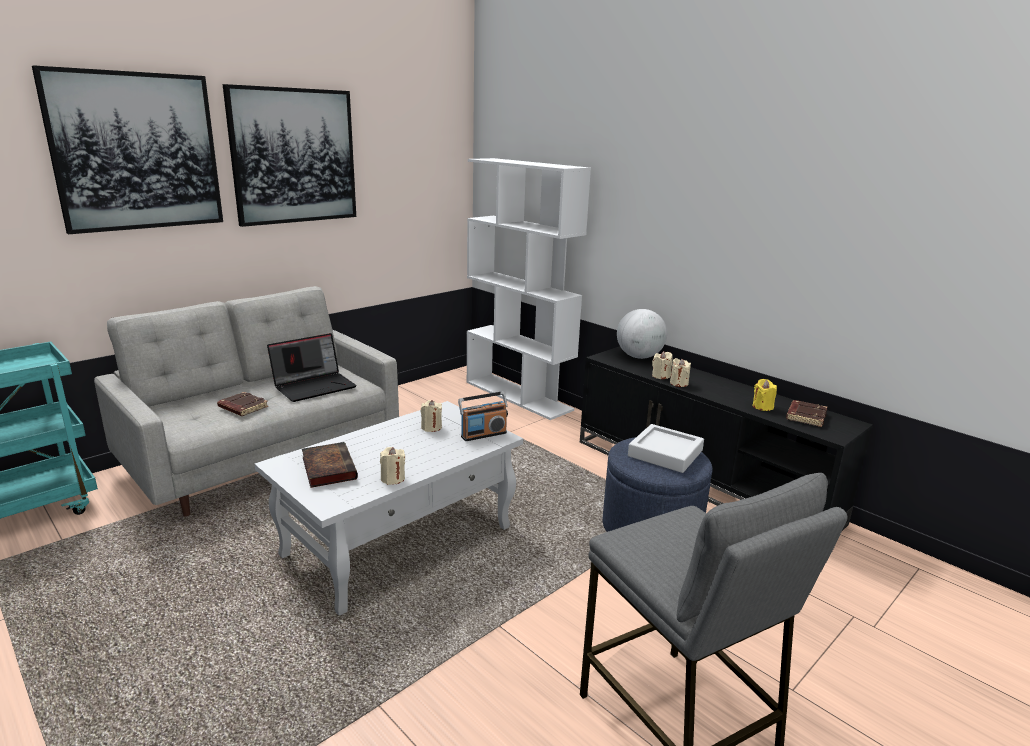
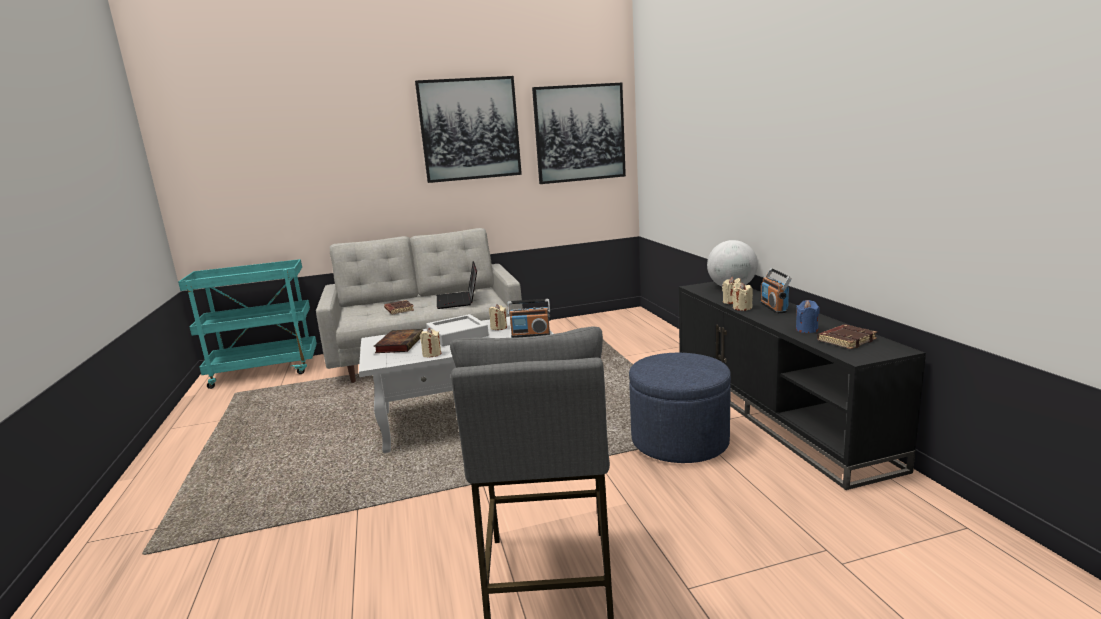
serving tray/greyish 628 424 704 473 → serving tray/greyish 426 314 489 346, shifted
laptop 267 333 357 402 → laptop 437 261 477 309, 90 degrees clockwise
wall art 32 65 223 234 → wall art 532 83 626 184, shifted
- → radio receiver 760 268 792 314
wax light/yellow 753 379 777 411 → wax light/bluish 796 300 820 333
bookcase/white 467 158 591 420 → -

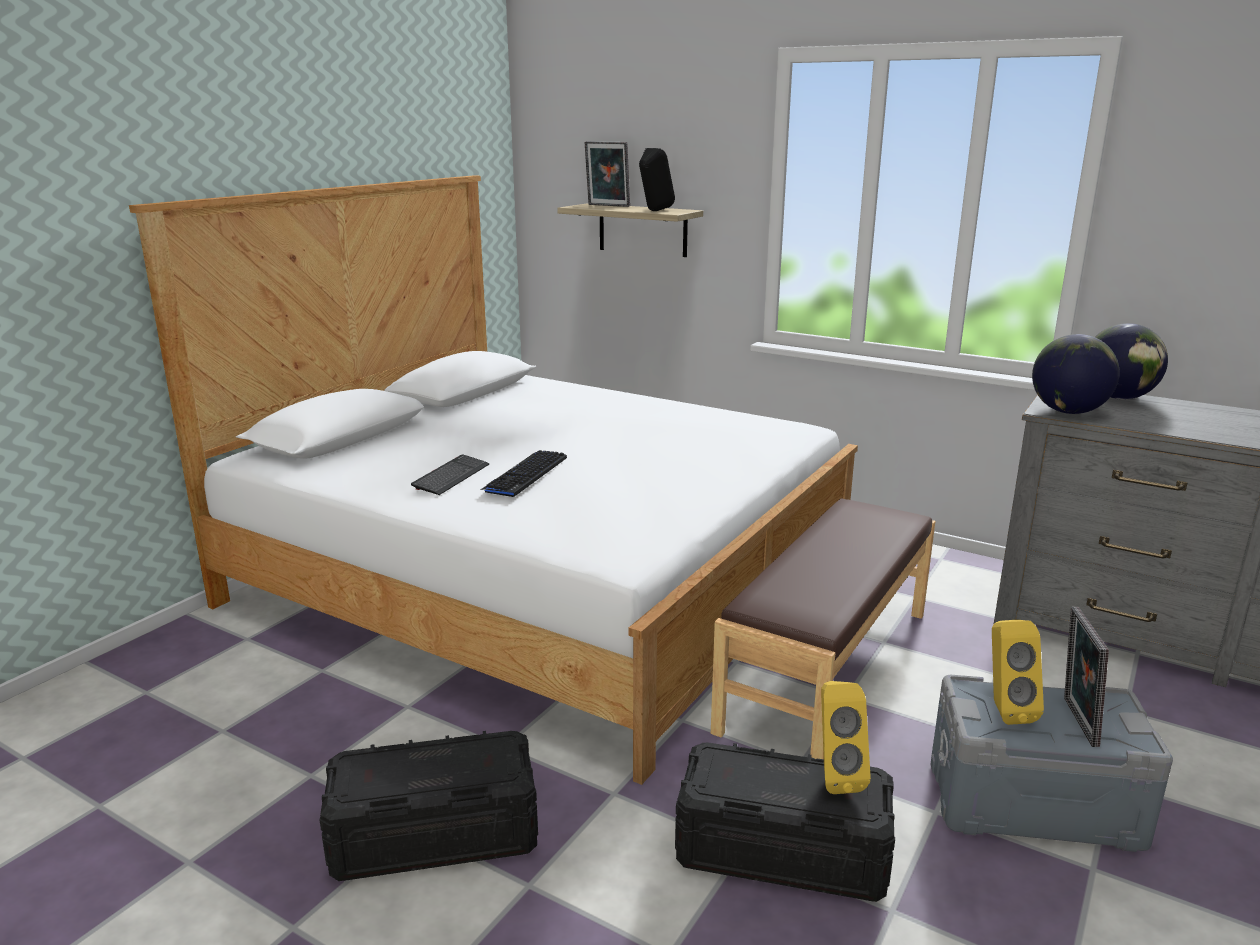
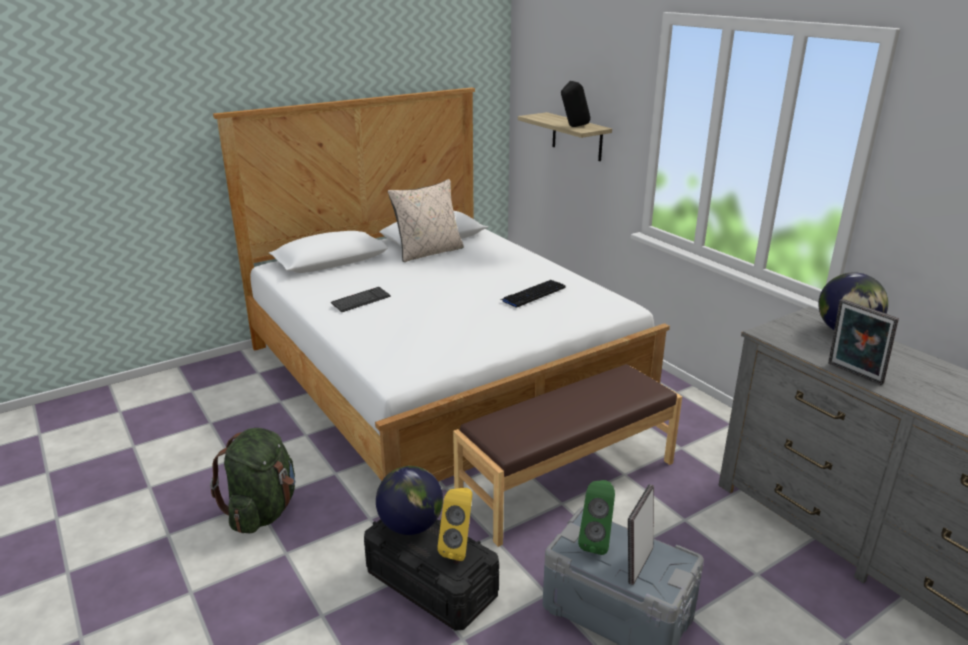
storage bin/black 320 731 538 881 → backpack/green-coloured 210 428 296 533
globe 1032 334 1120 414 → globe 376 466 443 535, shifted
- → pillow/beige-coloured 388 179 464 262
PC keyboard 481 450 567 497 → PC keyboard 500 280 565 308, shifted
audio speaker/yellow 992 620 1044 725 → audio speaker/green-coloured 578 480 615 555
picture frame 585 141 630 207 → picture frame 828 299 899 385, shifted

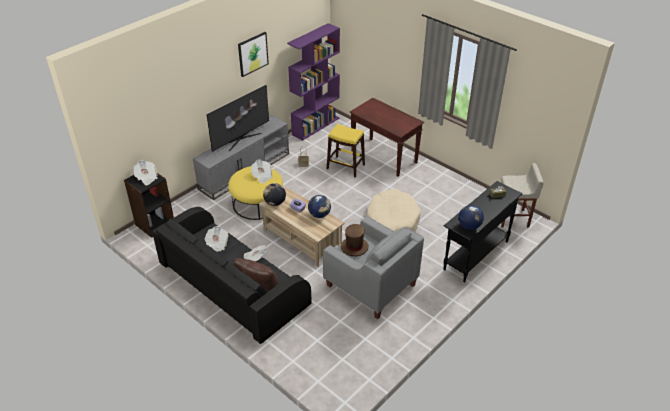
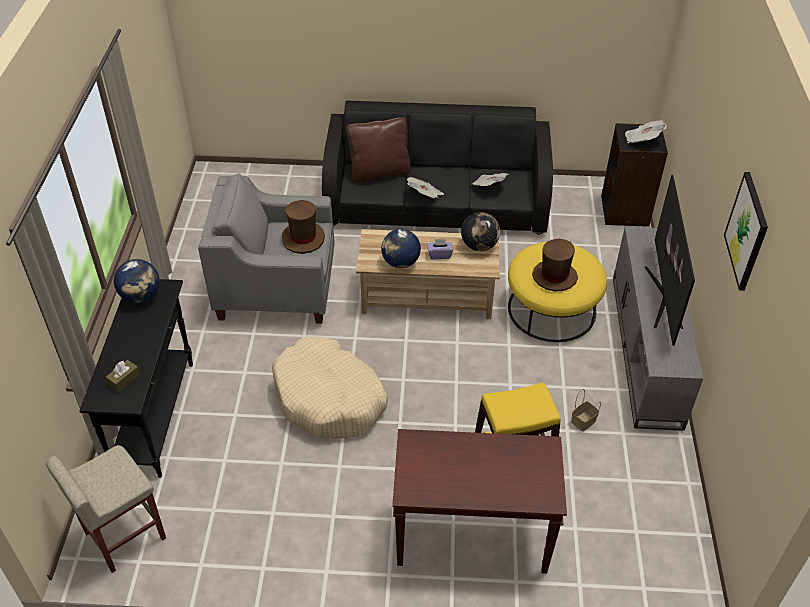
printed paper 251 159 273 184 → hat/brown-coloured 532 238 578 291
bookcase/purplish 287 23 340 141 → -

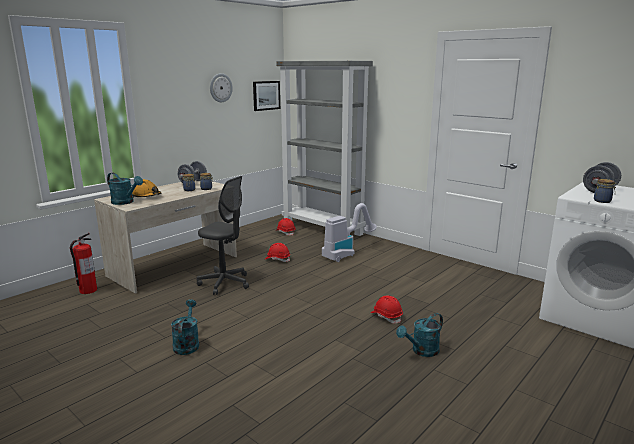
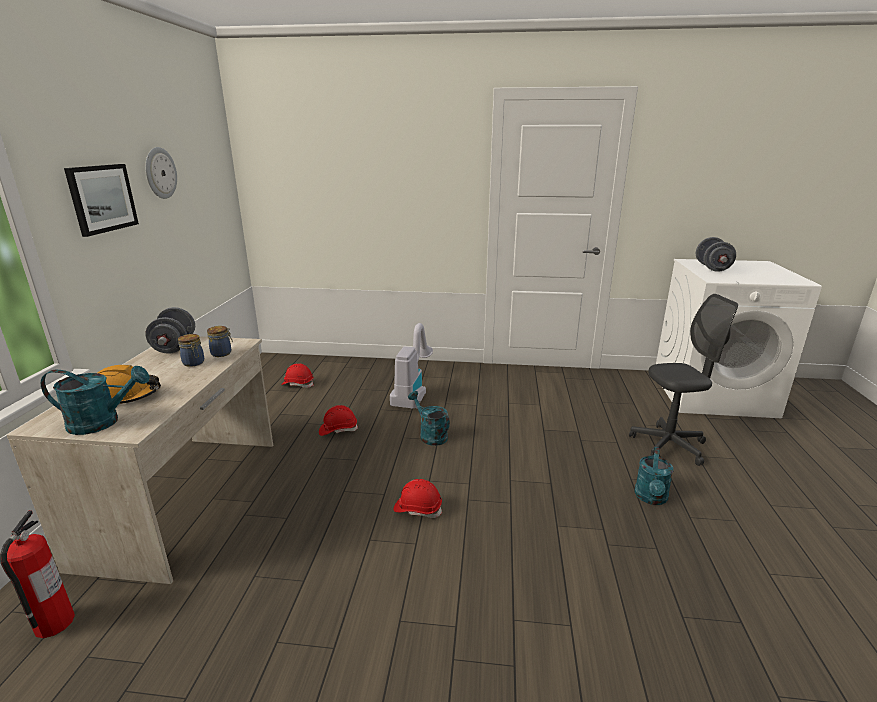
wall art 253 81 280 111 → wall art 64 164 139 237, shifted
safety helmet/red 371 295 403 323 → safety helmet/red 393 479 442 518, shifted
watering pot/turquoise 171 299 199 355 → watering pot/turquoise 408 391 450 446, shifted
desk chair/greyish 197 176 249 295 → desk chair/greyish 629 294 738 466, shifted
bookcase/greyish 276 61 373 236 → -
jar 594 179 617 203 → -

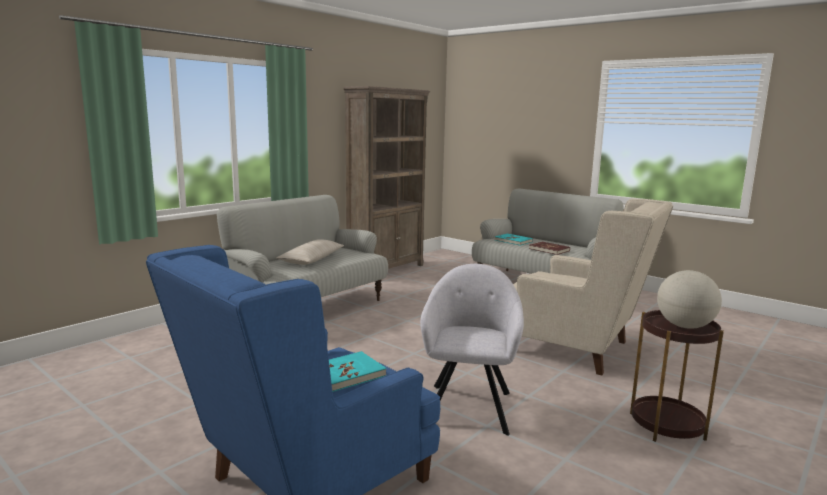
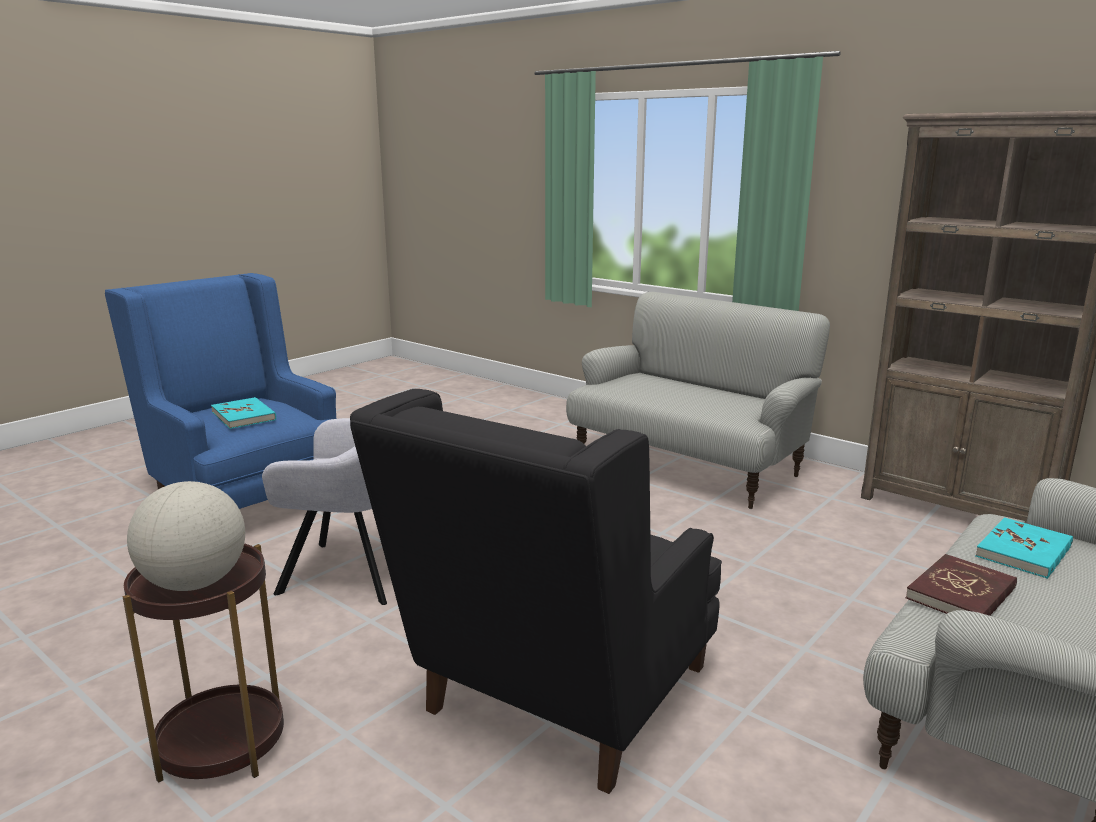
armchair/beige-coloured 513 198 673 376 → armchair/black 350 389 722 794
pillow/beige-coloured 276 239 344 265 → -

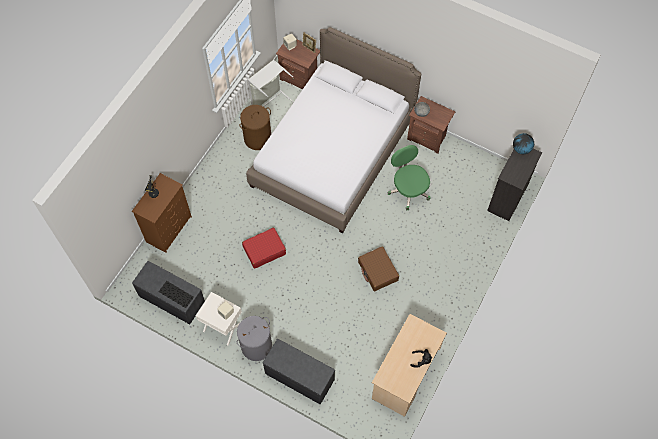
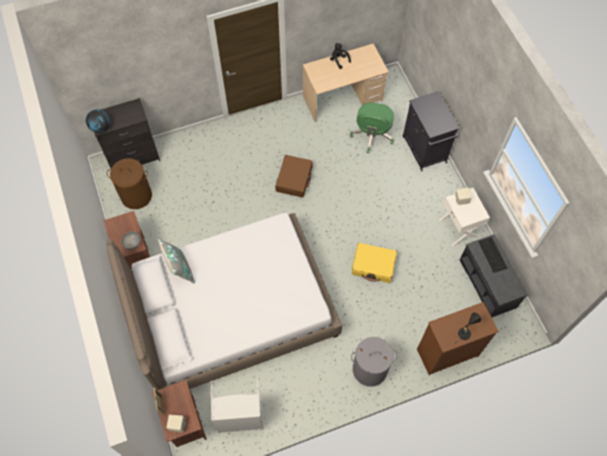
laundry basket/brown-coloured 239 105 271 150 → laundry basket/brown-coloured 107 158 152 209, shifted
- → pillow/greyish 158 238 195 283
desk chair/green-coloured 388 145 430 211 → desk chair/green-coloured 350 102 394 153, shifted
laundry basket/greyish 237 316 272 361 → laundry basket/greyish 351 337 398 387, shifted
travel case/red 242 228 286 269 → travel case/yellow 352 243 397 283
long seat/greyish 263 339 335 405 → storage cabinet/black 402 91 460 171

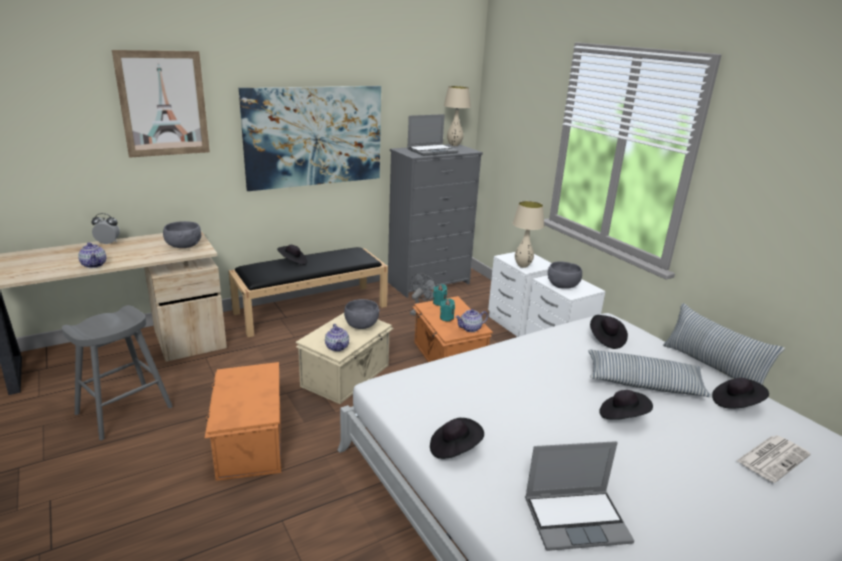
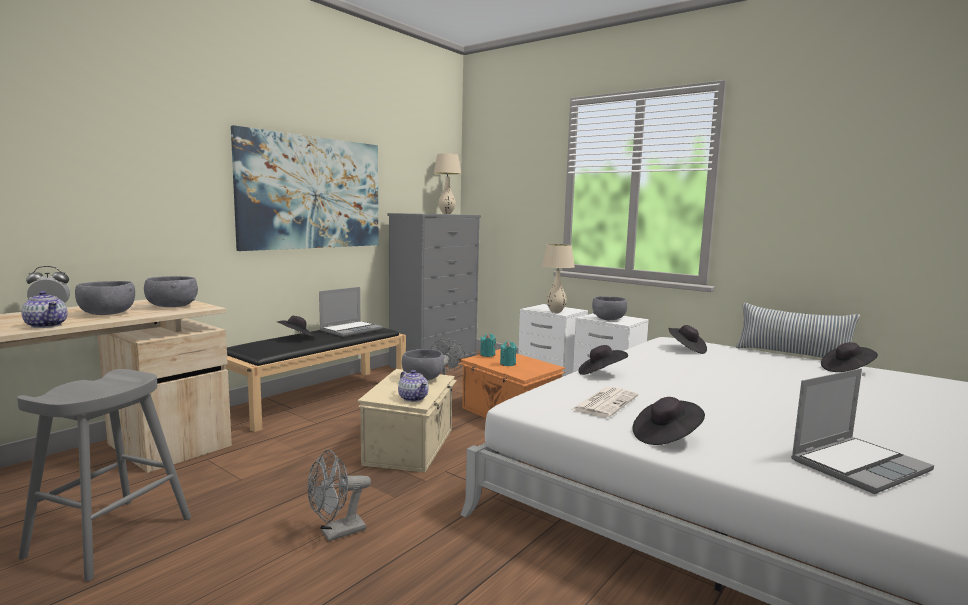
- → deep dish/greyish 75 281 135 315
storage bin/orangey 205 362 281 481 → cooling fan/greyish 308 450 371 542
laptop 407 114 458 156 → laptop 319 287 383 337, shifted
printed paper 736 435 811 483 → printed paper 571 387 638 418, shifted
hat/black 599 390 653 420 → hat/black 579 345 628 375, shifted
wall art 112 50 210 158 → -
teapot 455 309 488 332 → -
pillow 588 350 711 397 → -

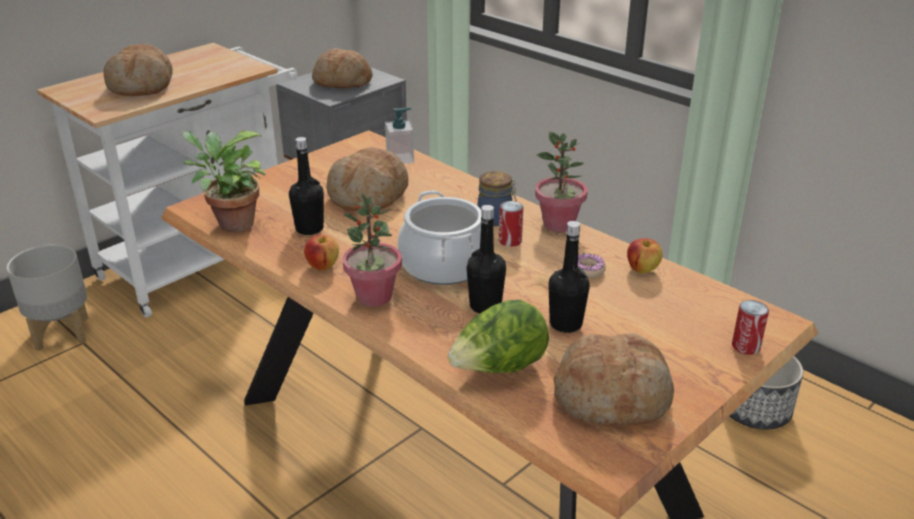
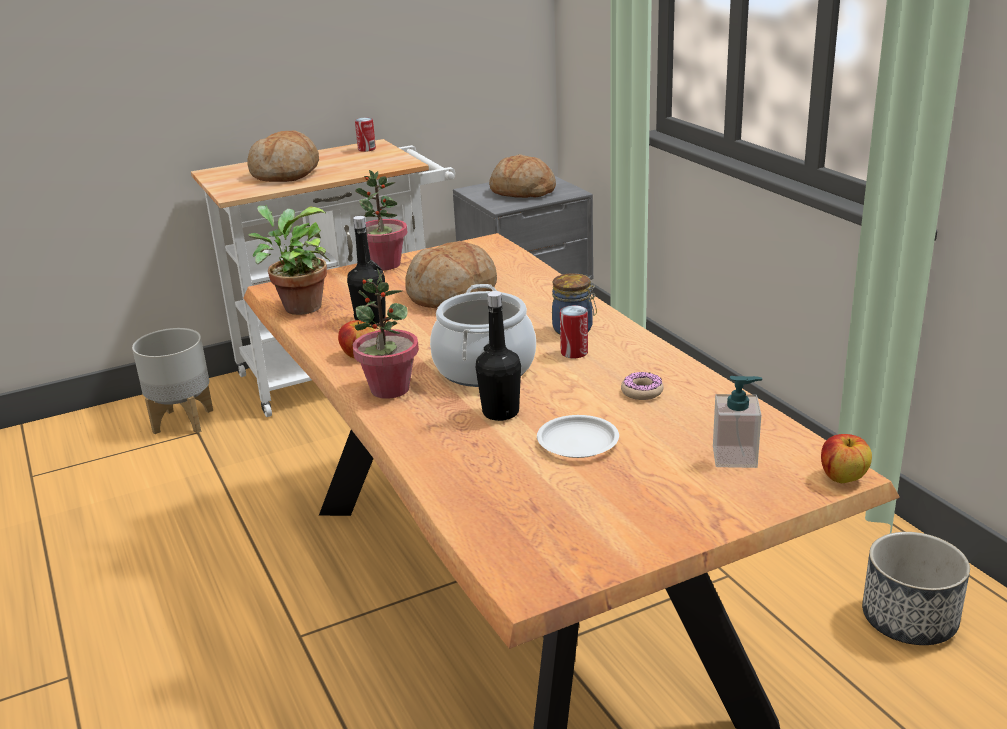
sealed can 732 300 769 355 → sealed can 355 117 376 152, shifted
plant in a pot 535 132 587 232 → plant in a pot 355 170 407 270, shifted
bottle/black 548 221 590 333 → plate/white 537 415 619 458
soap bottle 385 107 414 164 → soap bottle 713 376 762 468, shifted
apple 627 238 662 274 → apple 821 434 872 483, shifted
lettuce 448 300 549 373 → -
bread 553 333 674 426 → -

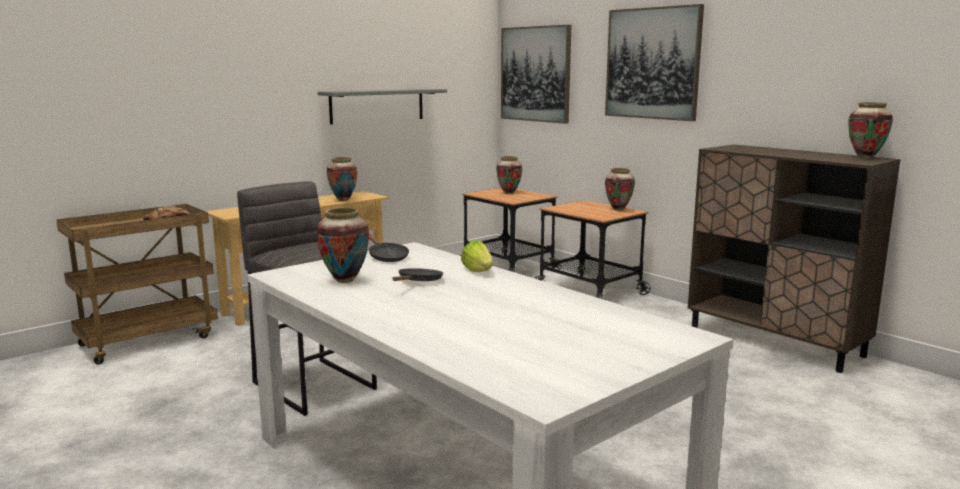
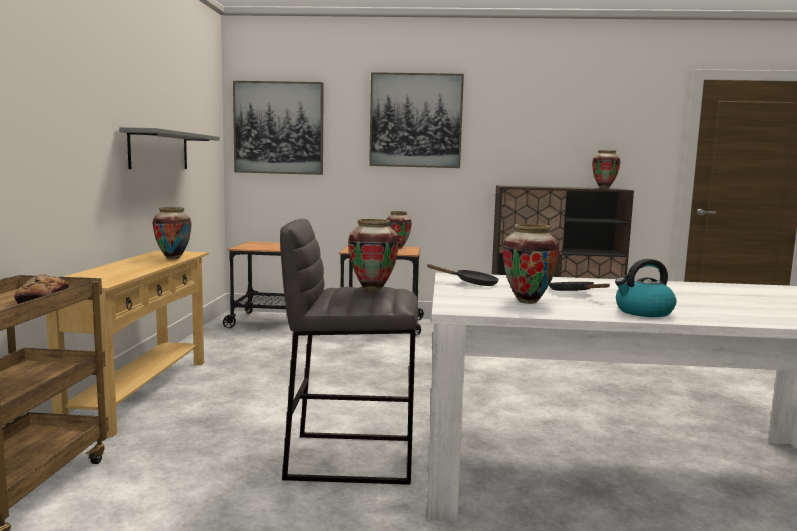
vase 496 156 522 194 → vase 348 219 399 291, shifted
- → kettle 615 259 676 317
lettuce 461 240 493 272 → -

